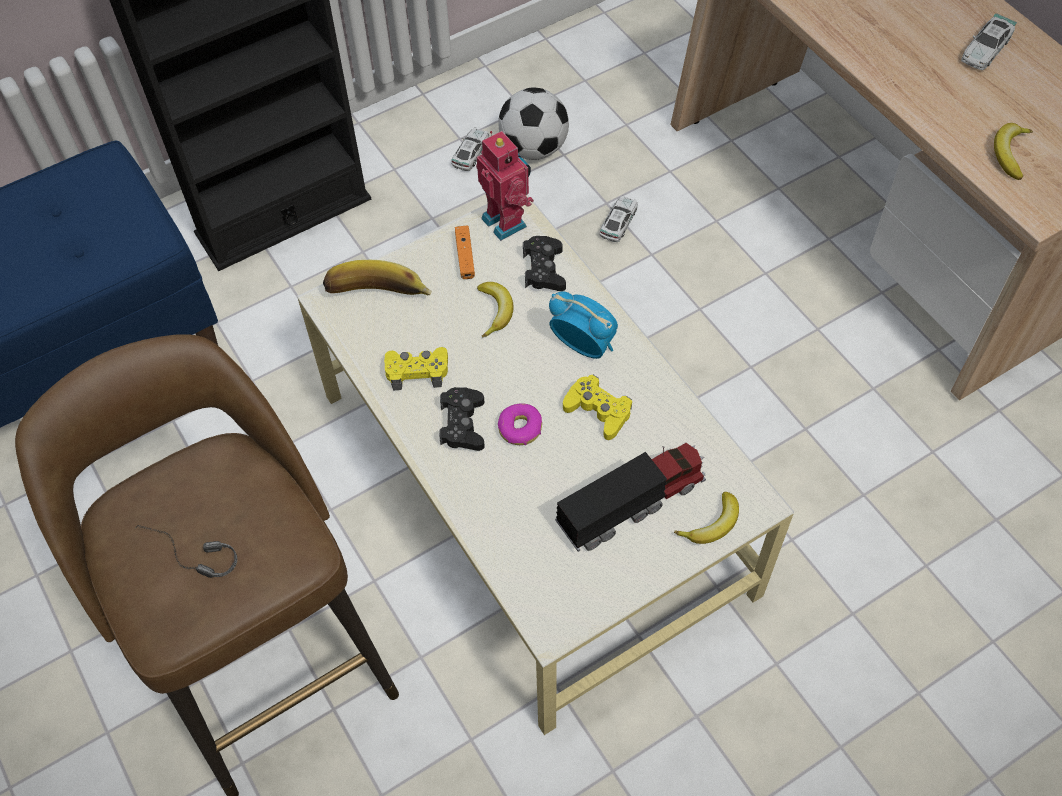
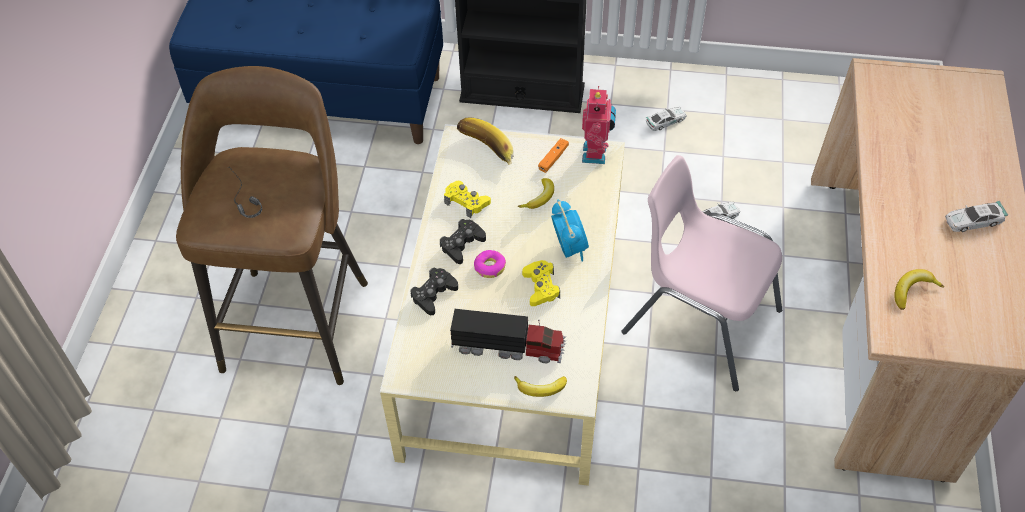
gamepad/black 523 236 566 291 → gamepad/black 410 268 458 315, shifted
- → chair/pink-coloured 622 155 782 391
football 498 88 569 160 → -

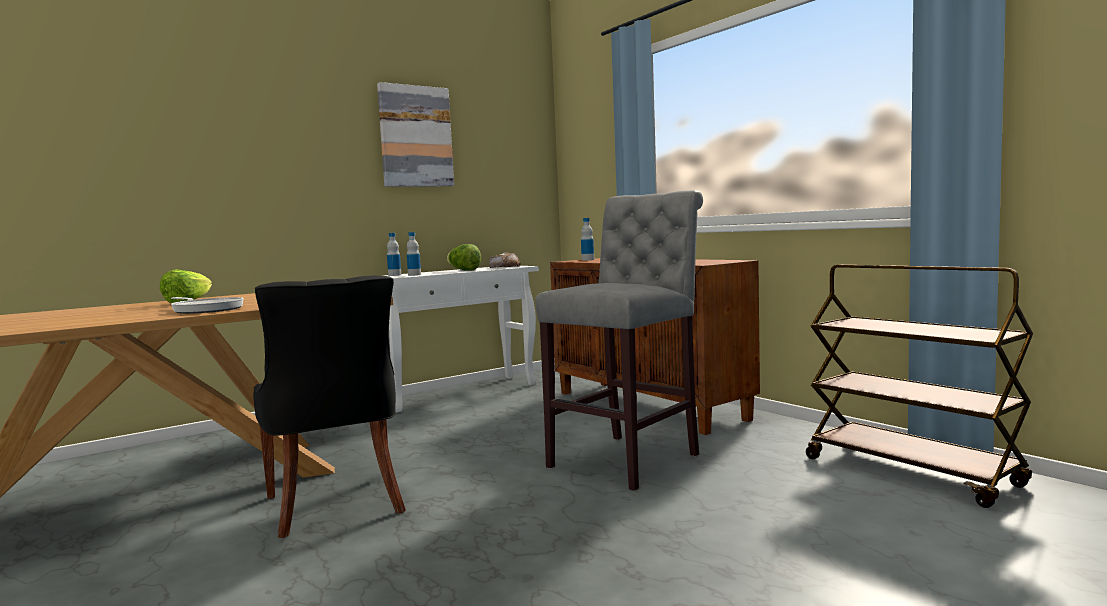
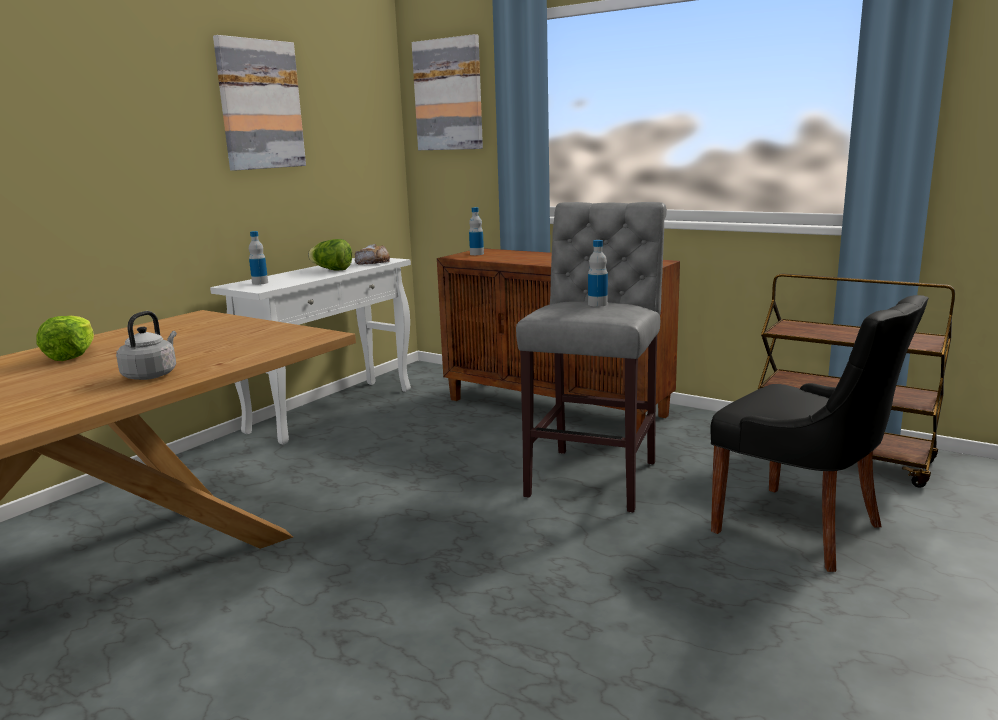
pan 171 297 244 314 → kettle/greyish 116 311 177 380
- → wall art 412 34 483 150
bottle 407 232 421 276 → bottle 588 240 608 307, shifted
chair/black 253 275 406 538 → chair/black 710 295 929 572, shifted

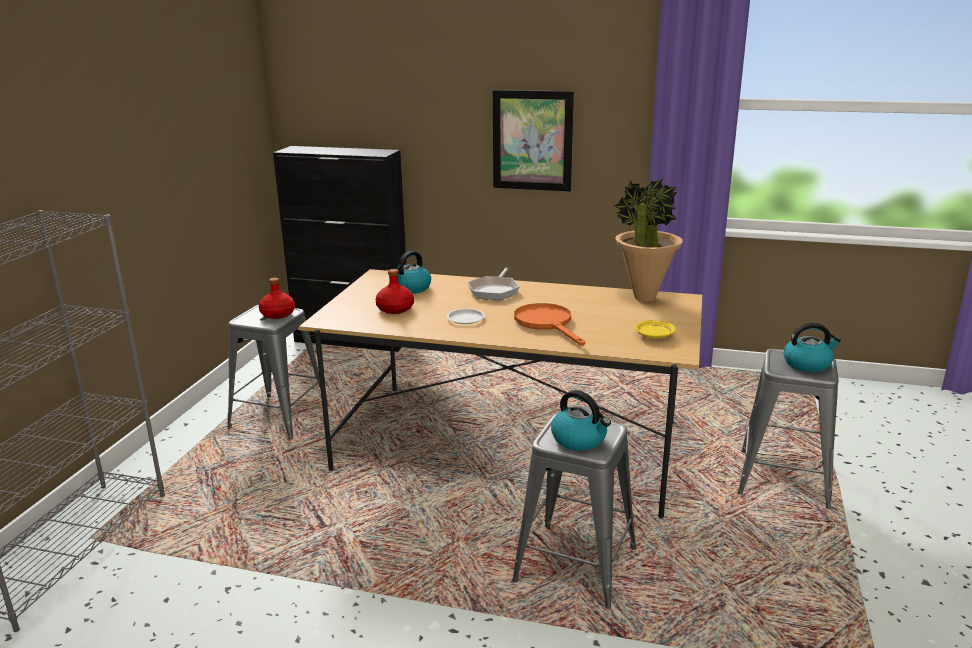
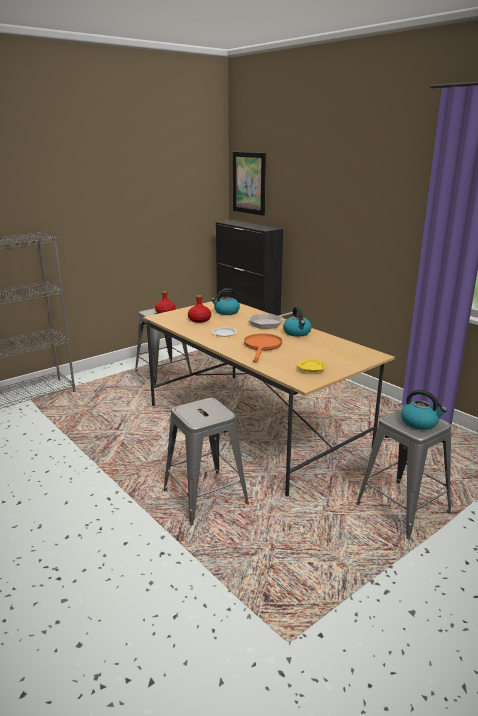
wall art 493 90 574 191 → wall art 233 152 266 216, shifted
kettle 551 390 611 451 → kettle 283 306 312 337, shifted
plant in a pot 614 178 683 302 → -

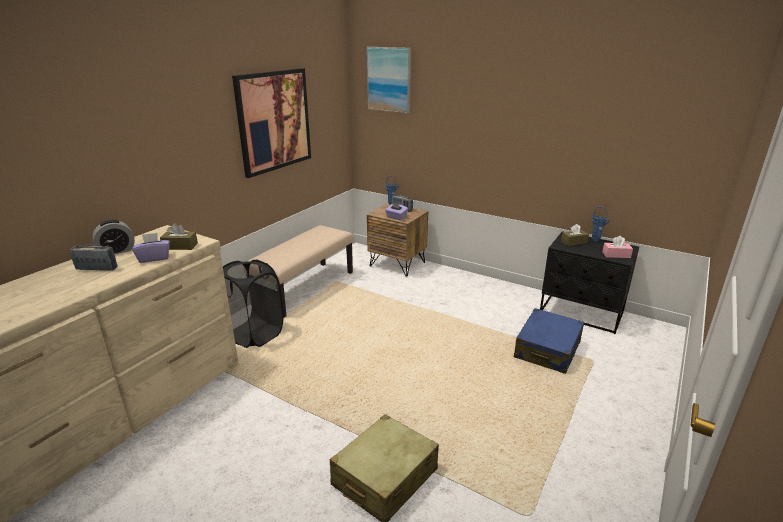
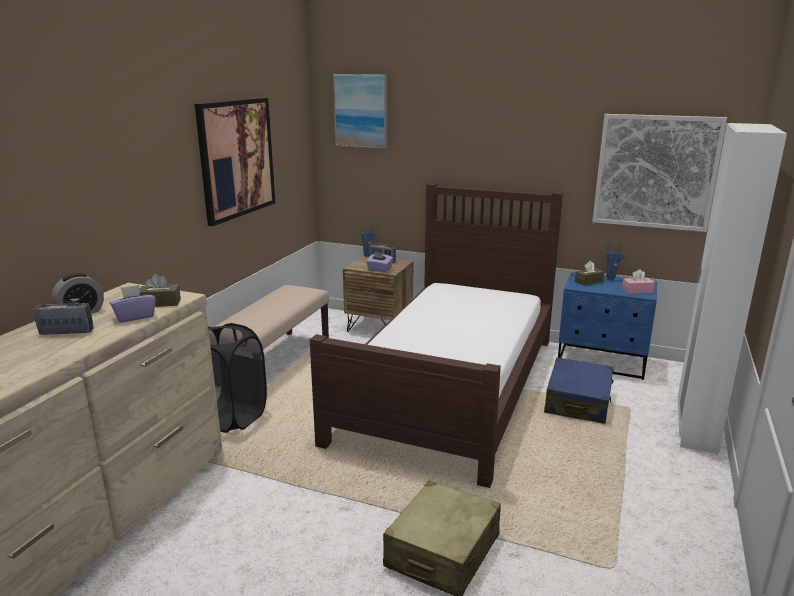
- → bedroom bed/brown-coloured 310 183 563 488
night table/black 540 231 639 334 → night table/bluish 558 272 657 380
- → wall art 592 114 727 232
- → clothes cupboard/white 678 123 787 454

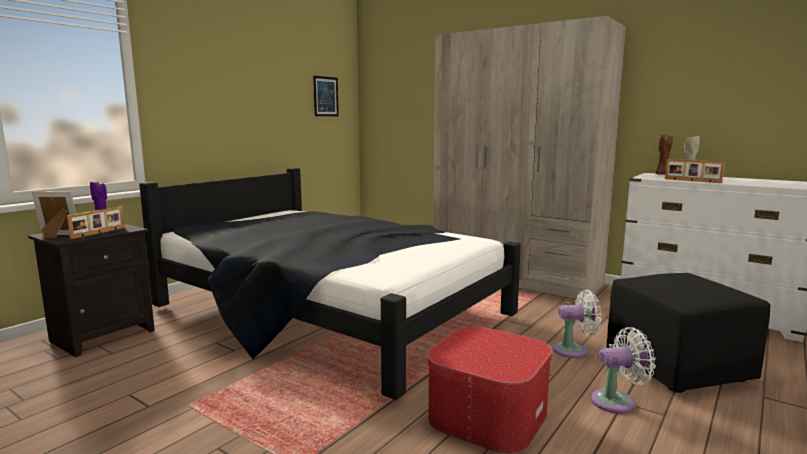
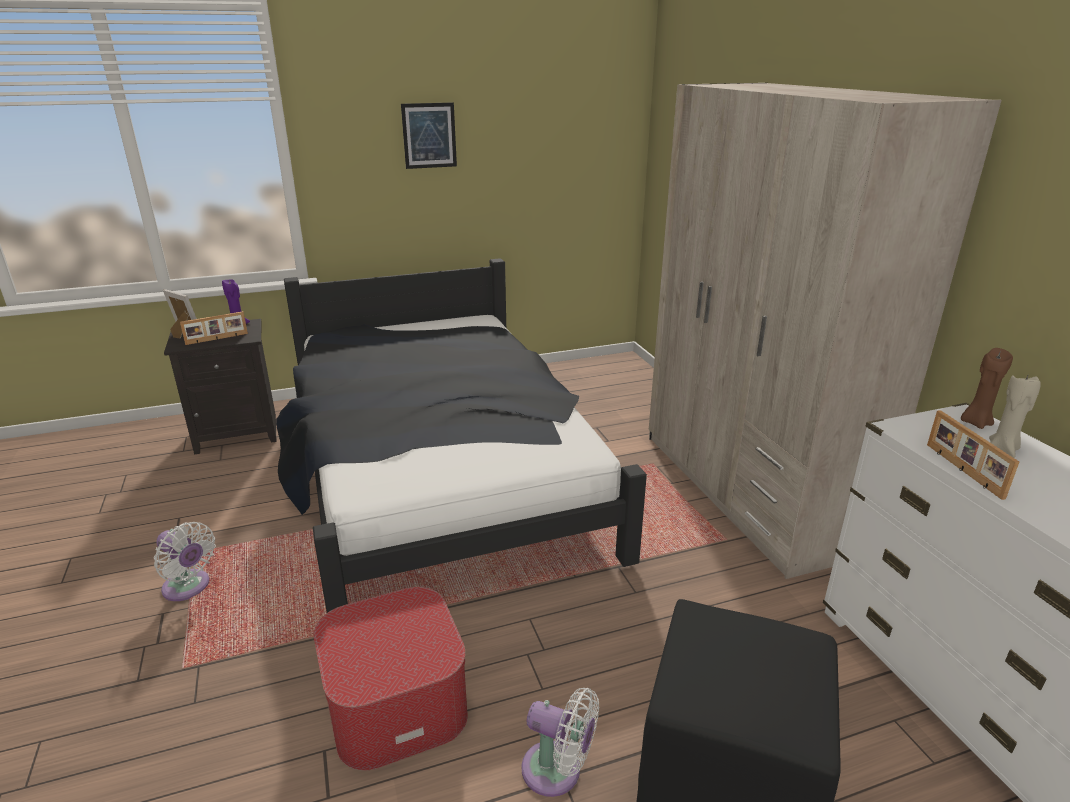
cooling fan/white 552 290 601 358 → cooling fan/white 154 522 216 601, shifted
wall art 313 76 339 116 → wall art 401 102 457 169, shifted

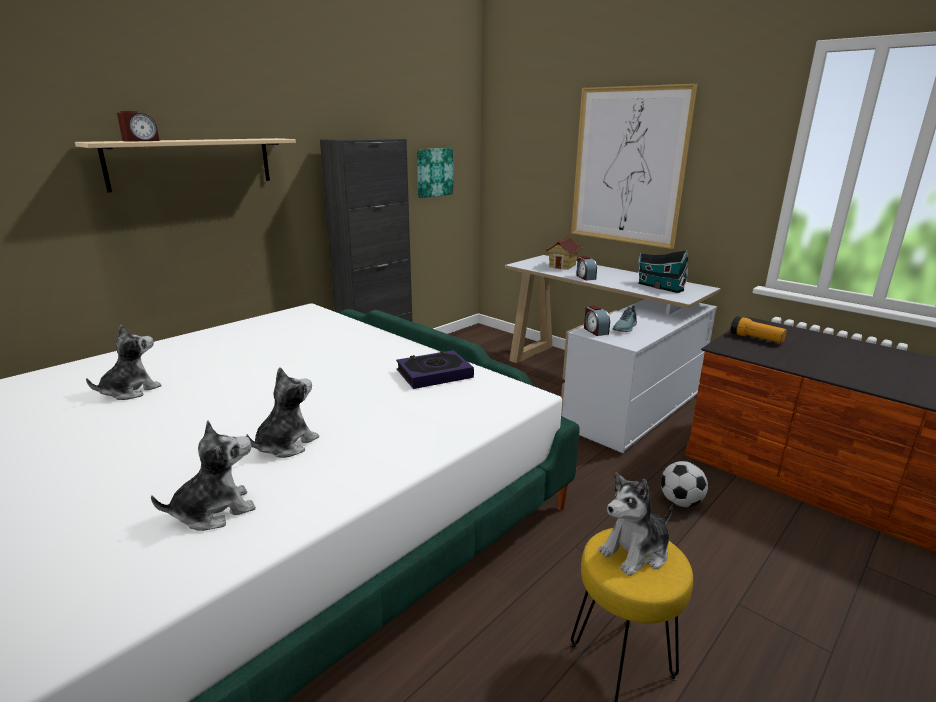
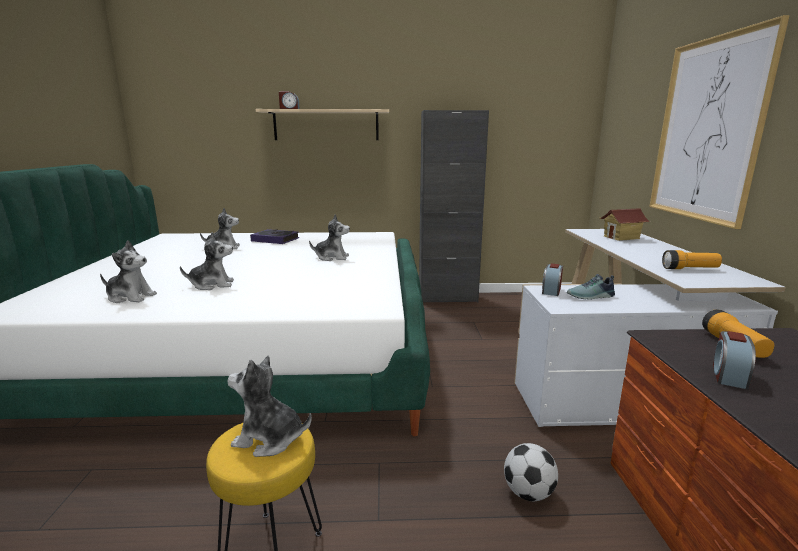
book 396 350 474 389 → book 250 229 299 244, shifted
- → soft toy 309 214 350 261
miniature house 637 250 689 293 → flashlight 662 250 722 269
table clock 576 256 597 280 → table clock 713 331 756 389, shifted
wall art 417 148 453 198 → -

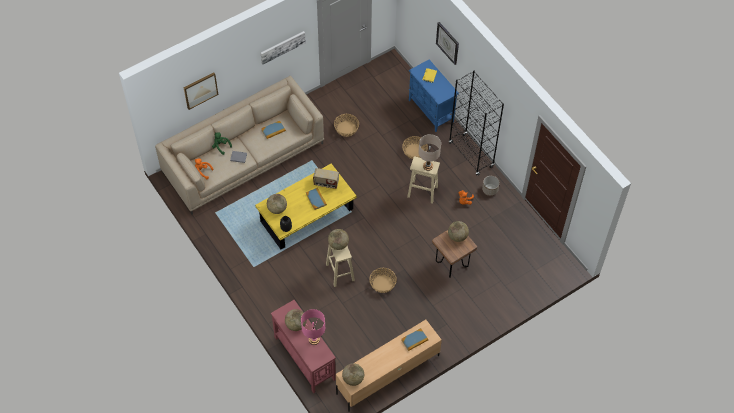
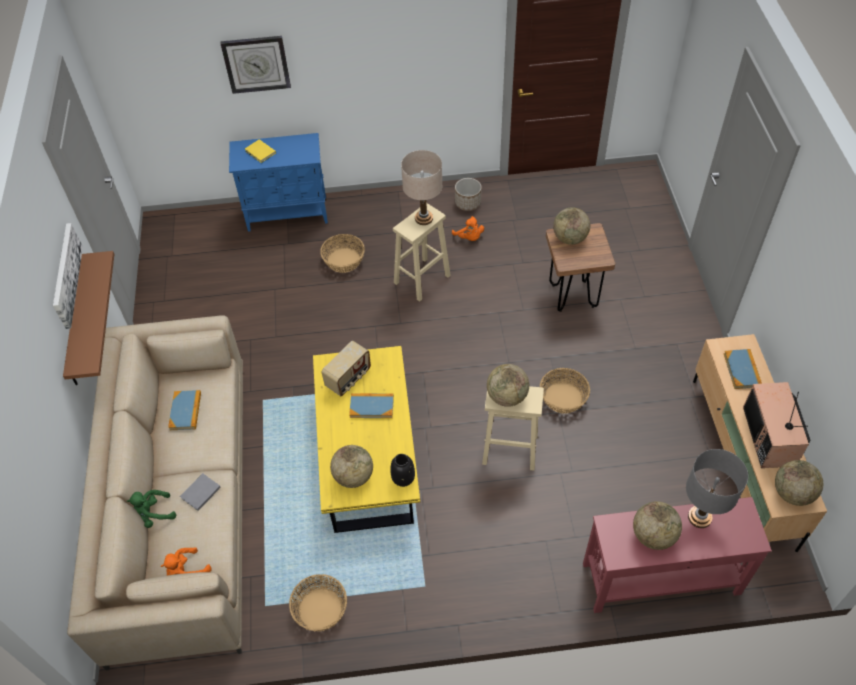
- → wall shelf/brown-coloured 63 251 114 385
basket 334 114 359 137 → basket 289 574 347 631, shifted
tabletop lamp/pink-coloured 301 309 325 345 → tabletop lamp/greyish 686 449 748 528
- → TV set 743 382 810 468
wall art 184 72 218 110 → -
bookcase/black 449 71 504 176 → -

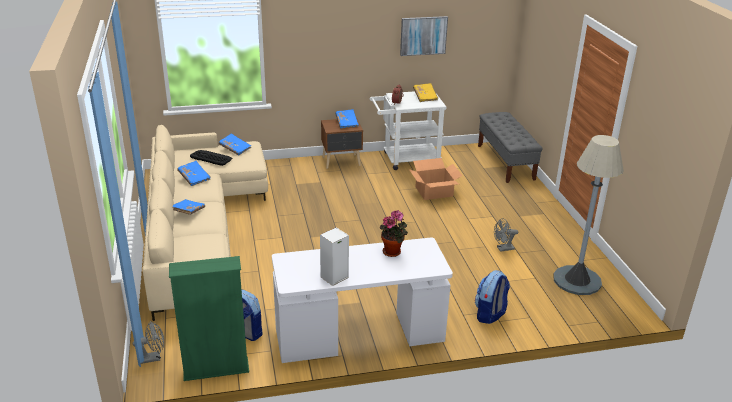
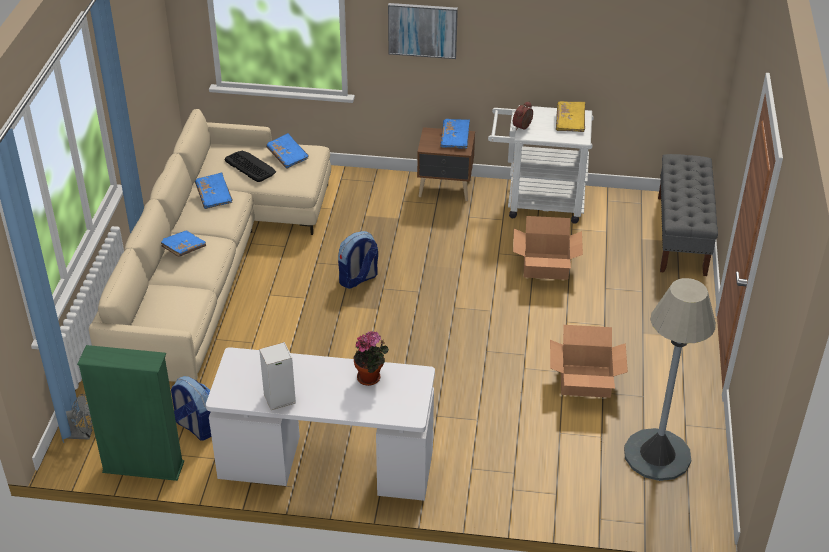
backpack 475 270 510 324 → backpack 338 231 378 289, shifted
wall art 400 16 448 56 → wall art 388 3 458 59, shifted
cooling fan/greyish 494 218 519 252 → carton 550 325 628 398

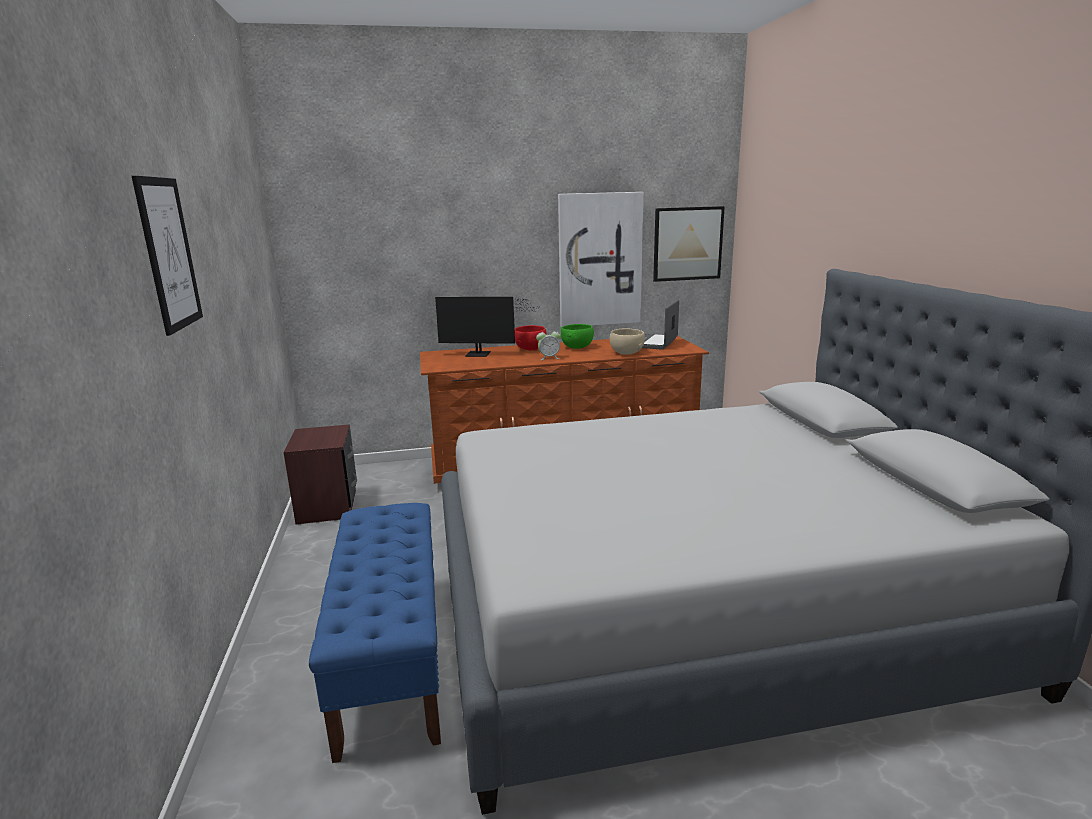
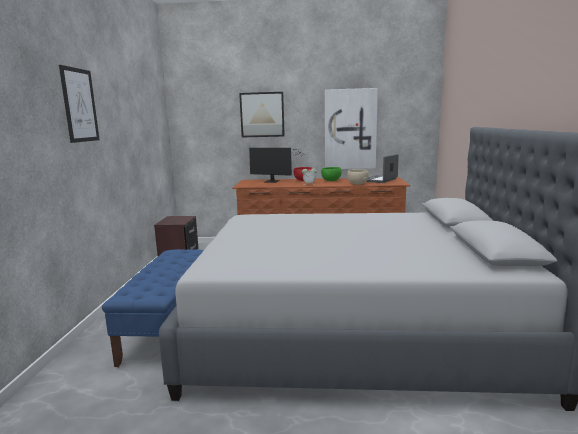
wall art 653 206 725 282 → wall art 239 92 285 137, shifted

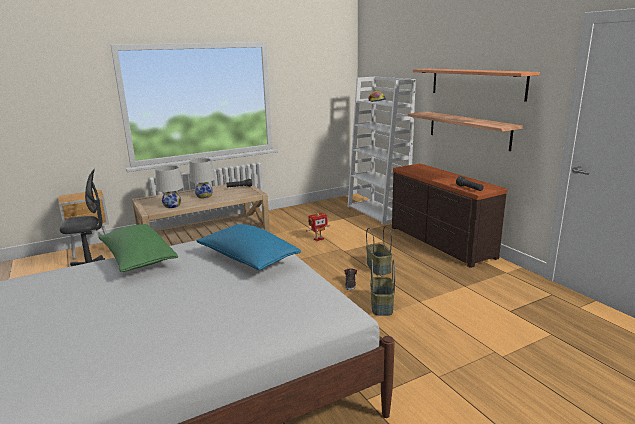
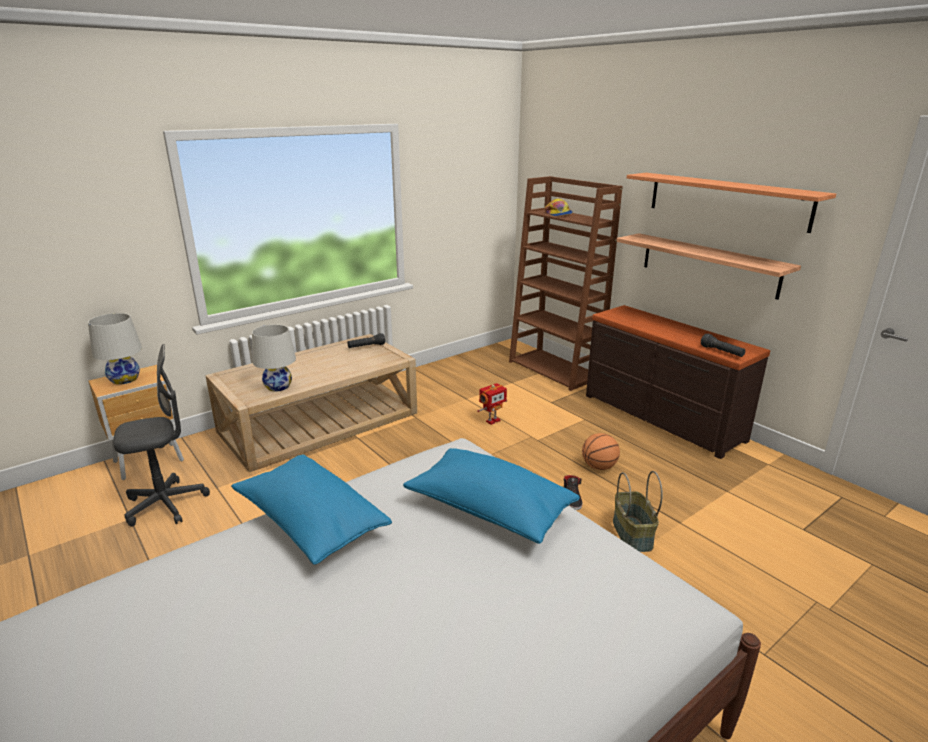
tabletop lamp/white 189 158 215 198 → tabletop lamp/white 88 313 142 385, shifted
pillow/green-coloured 98 224 178 272 → pillow/bluish 231 455 392 565
bookcase/white 348 77 416 225 → bookcase/brown-coloured 509 176 623 391
basket 366 226 392 275 → basketball ball 582 433 620 470

